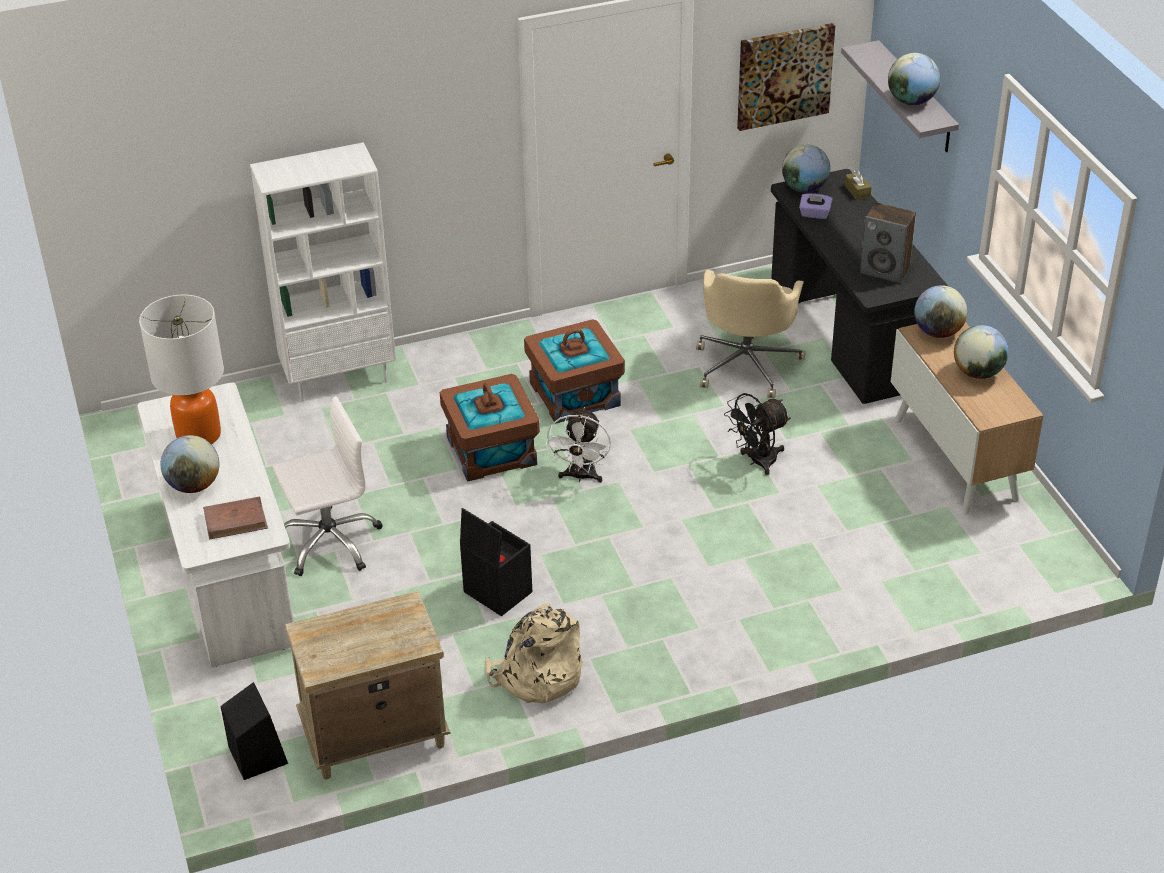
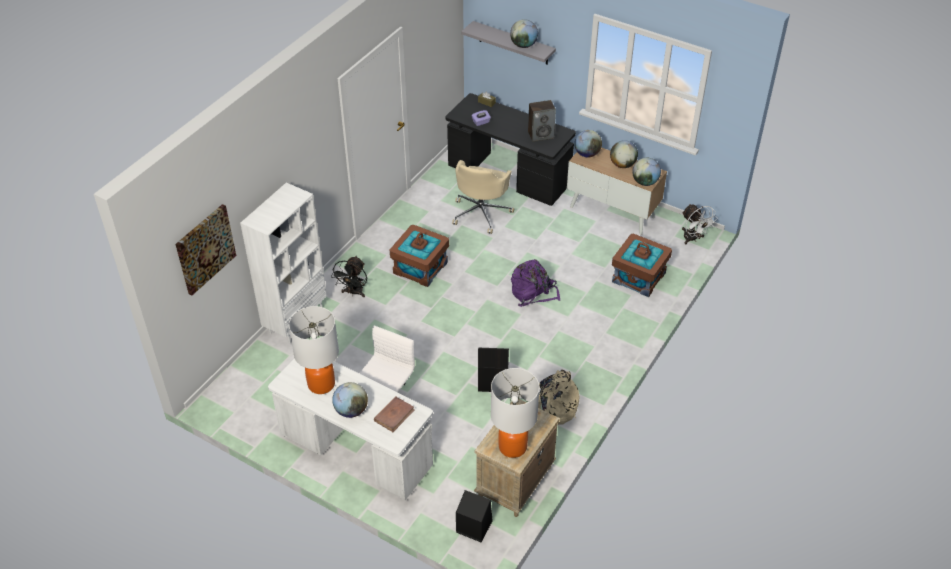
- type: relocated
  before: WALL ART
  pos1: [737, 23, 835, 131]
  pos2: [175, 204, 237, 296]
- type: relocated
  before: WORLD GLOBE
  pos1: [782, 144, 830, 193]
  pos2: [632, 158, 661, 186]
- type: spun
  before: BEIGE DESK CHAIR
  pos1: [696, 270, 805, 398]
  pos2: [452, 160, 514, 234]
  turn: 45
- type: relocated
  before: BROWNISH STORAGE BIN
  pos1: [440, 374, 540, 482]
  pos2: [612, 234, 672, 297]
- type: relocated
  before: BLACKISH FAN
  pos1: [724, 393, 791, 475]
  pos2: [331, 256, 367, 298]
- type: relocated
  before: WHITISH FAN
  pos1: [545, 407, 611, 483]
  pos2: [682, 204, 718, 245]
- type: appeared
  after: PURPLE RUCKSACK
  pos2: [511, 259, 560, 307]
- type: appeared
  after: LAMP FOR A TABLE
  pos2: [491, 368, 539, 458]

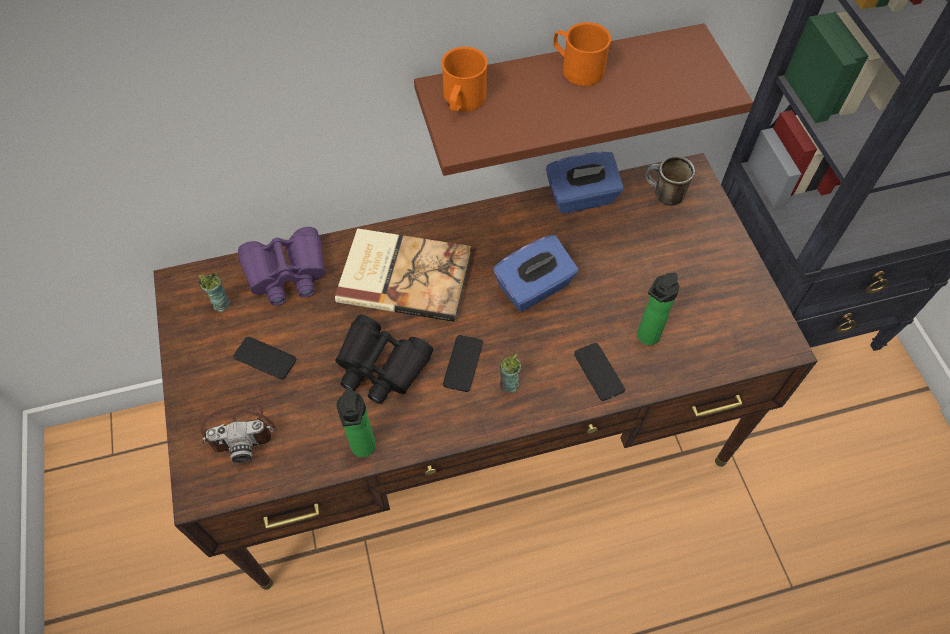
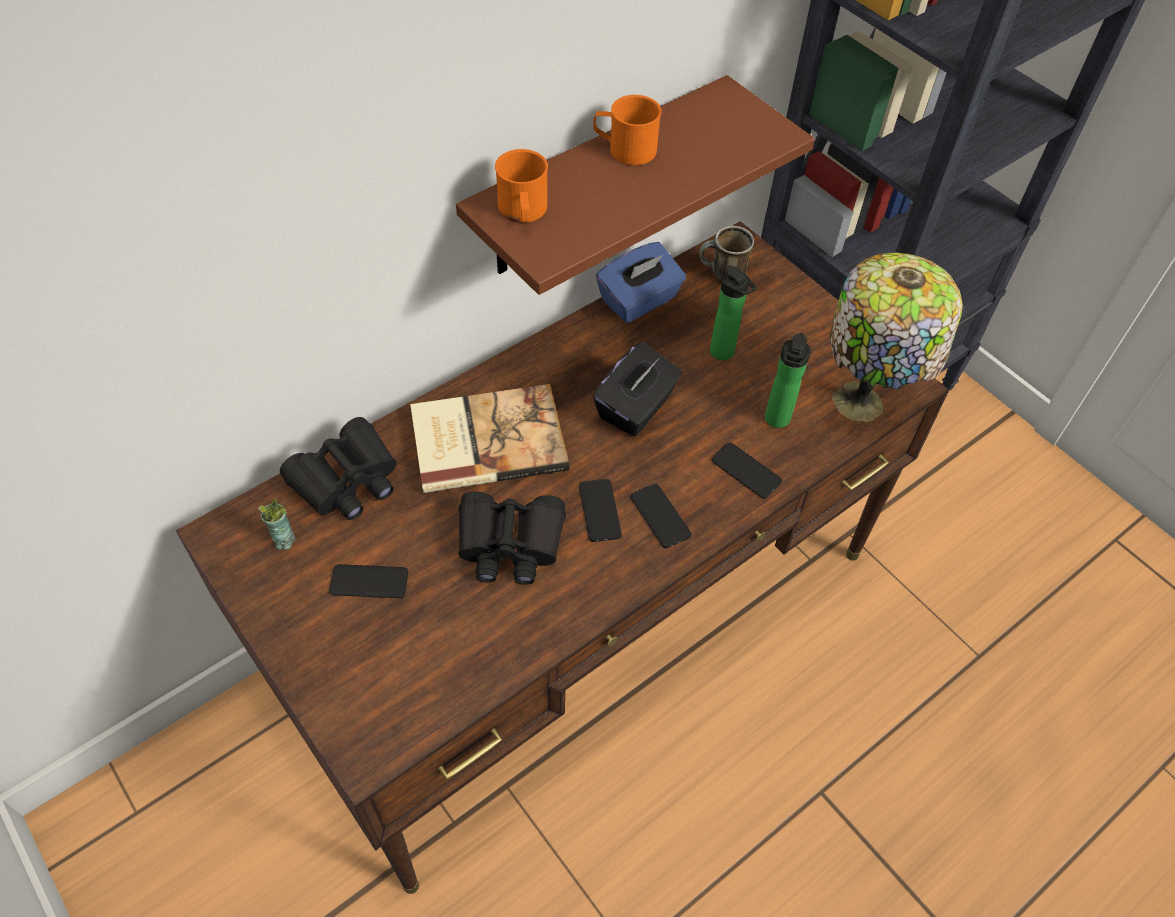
- type: colour
  before: PURPLE FIELD GLASSES
  after: BLACKISH FIELD GLASSES
  pos1: [238, 227, 325, 306]
  pos2: [280, 417, 397, 520]
- type: colour
  before: BLUISH TISSUE HOLDER
  after: BLACKISH TISSUE HOLDER
  pos1: [493, 235, 578, 311]
  pos2: [593, 342, 682, 436]
- type: exchanged
  before: DRINKING CUP
  after: PHONE
  pos1: [500, 354, 521, 393]
  pos2: [631, 484, 691, 548]
- type: relocated
  before: BOTTLE
  pos1: [336, 388, 376, 457]
  pos2: [710, 266, 757, 360]
- type: missing
  before: PHOTO CAMERA
  pos1: [200, 402, 277, 463]
- type: appeared
  after: LAMP FOR A TABLE
  pos2: [830, 253, 963, 422]

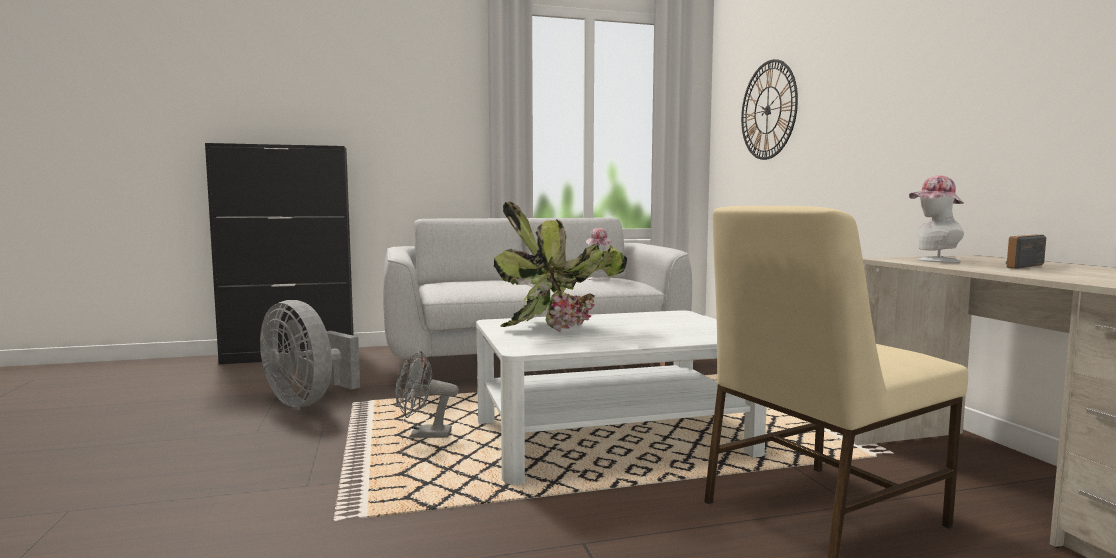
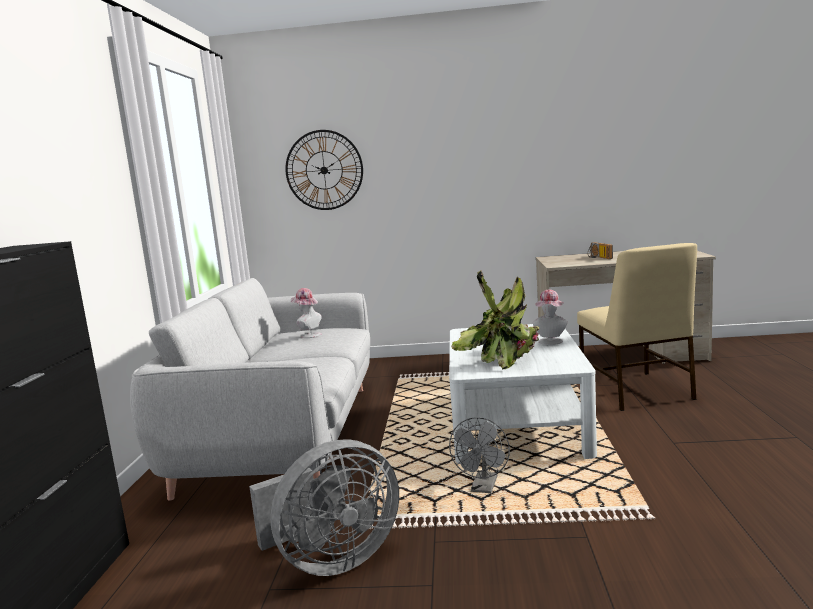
- type: relocated
  before: HAT
  pos1: [909, 176, 964, 263]
  pos2: [533, 290, 568, 345]

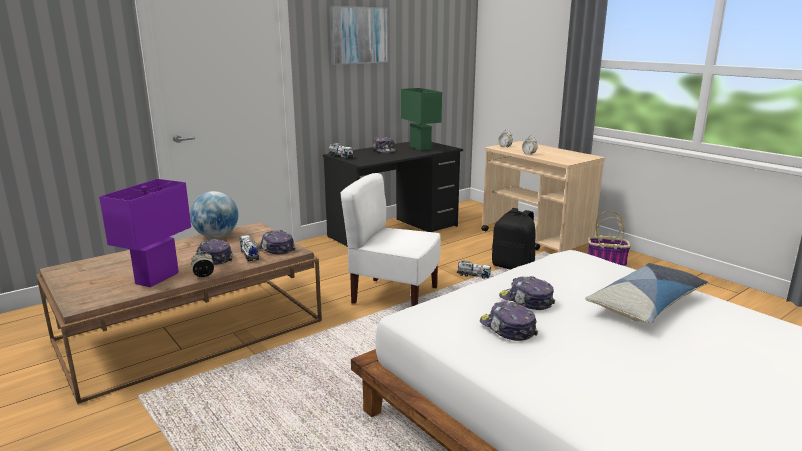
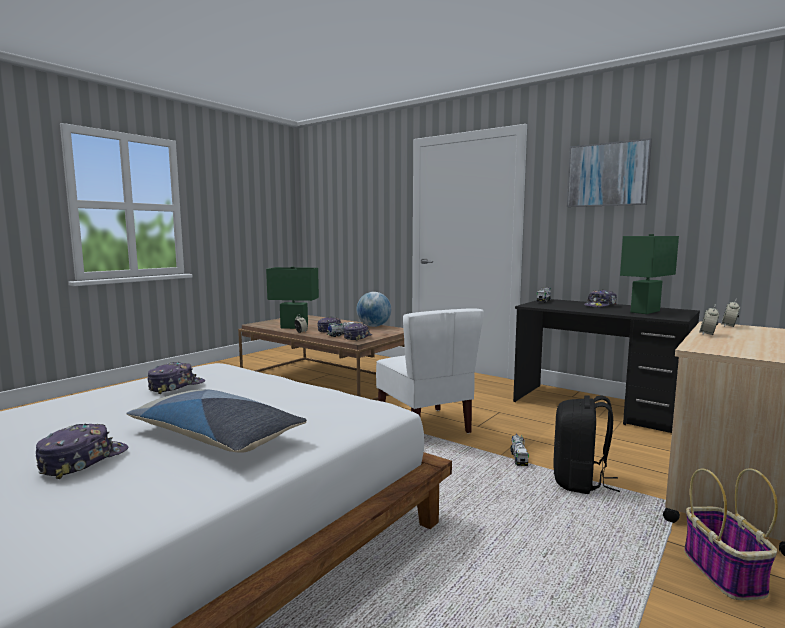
- type: spun
  before: WHITISH CHAIR
  pos1: [341, 173, 441, 306]
  pos2: [376, 308, 484, 434]
  turn: 150
- type: colour
  before: PURPLE LAMP FOR A TABLE
  after: GREENISH LAMP FOR A TABLE
  pos1: [99, 179, 191, 287]
  pos2: [266, 267, 319, 329]
- type: relocated
  before: CAP
  pos1: [499, 276, 555, 310]
  pos2: [36, 424, 128, 479]

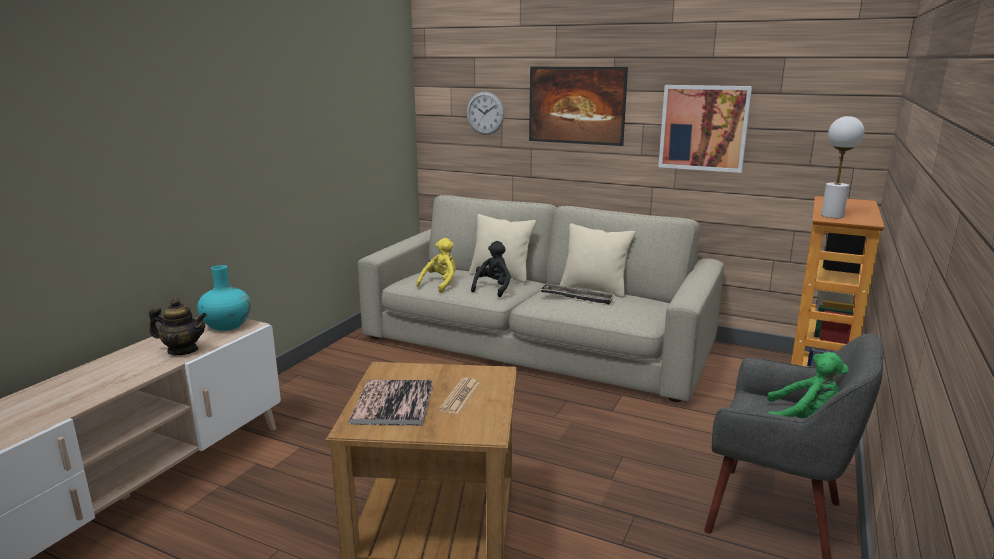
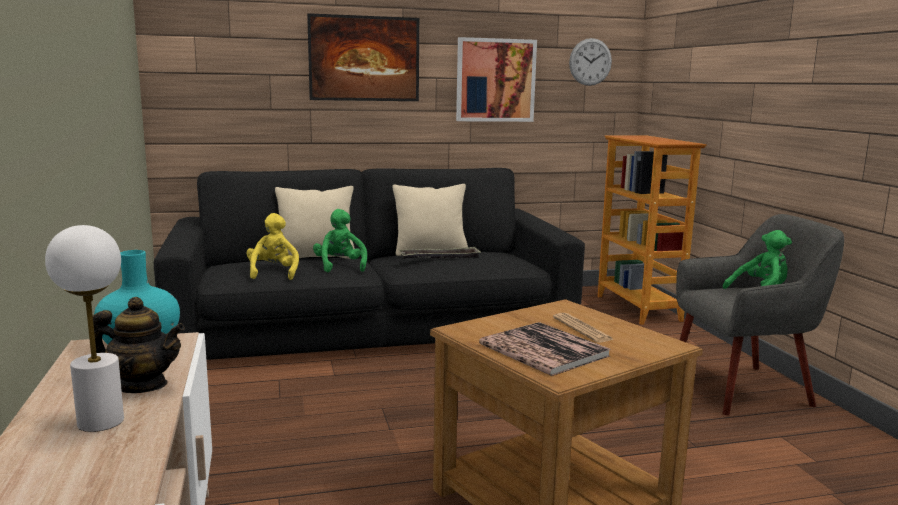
- type: relocated
  before: WALL CLOCK
  pos1: [466, 92, 504, 135]
  pos2: [569, 38, 612, 86]
- type: relocated
  before: WHITISH LAMP FOR A TABLE
  pos1: [821, 116, 864, 218]
  pos2: [45, 225, 124, 432]
- type: colour
  before: BEIGE SETTEE
  after: BLACKISH SETTEE
  pos1: [358, 195, 724, 402]
  pos2: [154, 168, 585, 360]
- type: colour
  before: BLACKISH PLUSH TOY
  after: GREENISH PLUSH TOY
  pos1: [471, 241, 511, 297]
  pos2: [313, 209, 367, 272]
- type: spun
  before: POT FOR TEA
  pos1: [149, 298, 207, 355]
  pos2: [93, 297, 185, 393]
  turn: 45

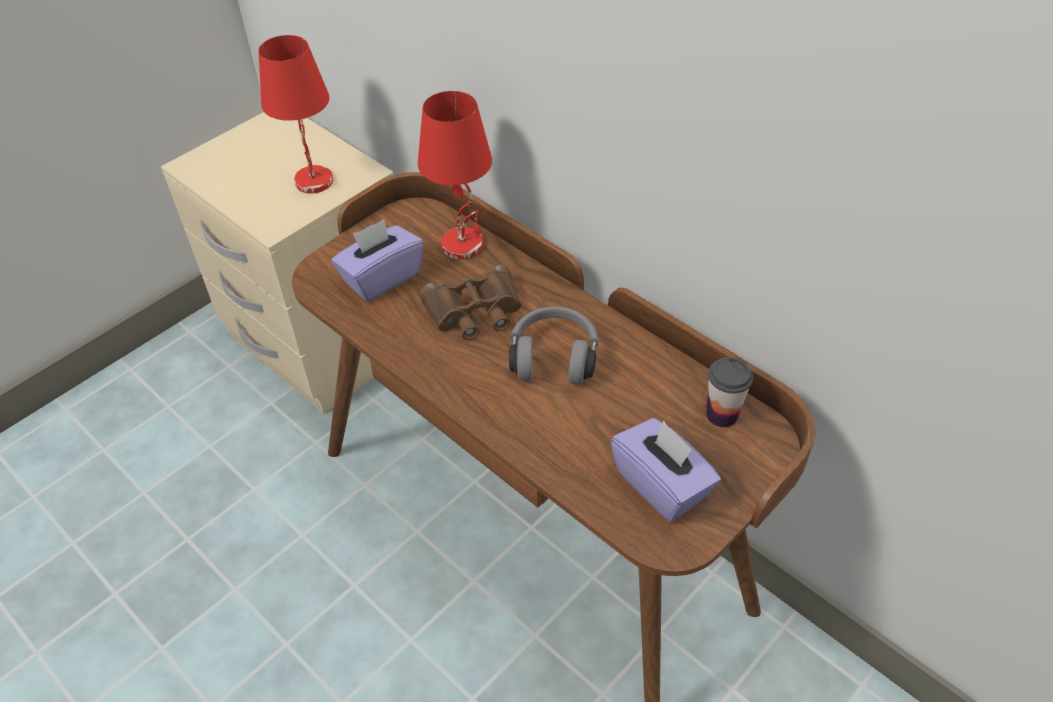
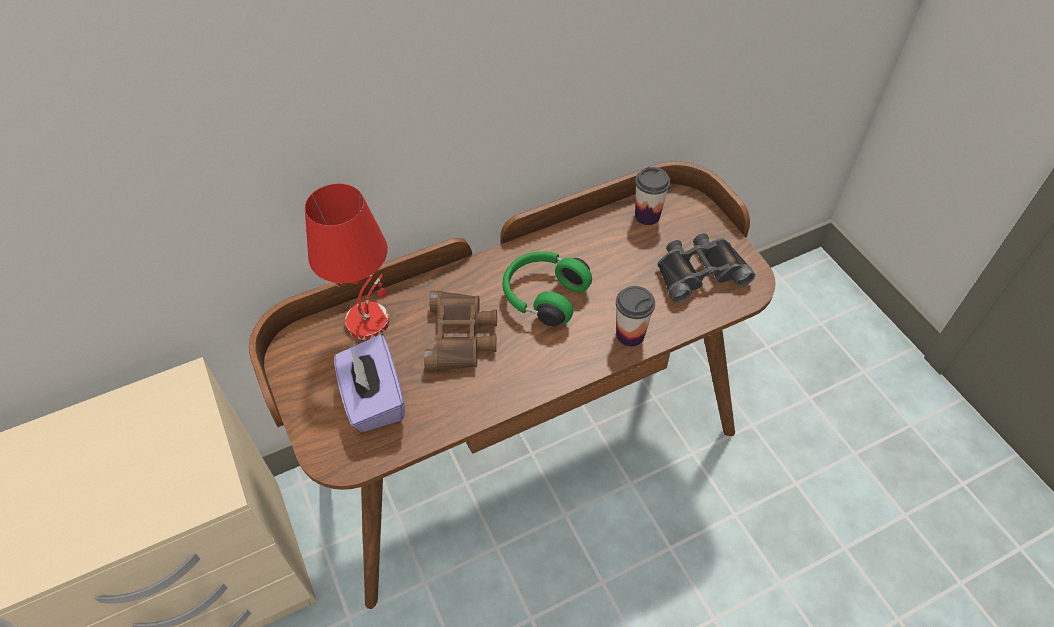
- type: missing
  before: RED LAMP FOR A TABLE
  pos1: [258, 35, 333, 194]
- type: colour
  before: GRAY HEADSET
  after: GREENISH HEADSET
  pos1: [509, 307, 599, 384]
  pos2: [502, 251, 592, 326]
- type: exchanged
  before: PURPLE TISSUE HOLDER
  after: BLACKISH FIELD GLASSES
  pos1: [611, 418, 721, 522]
  pos2: [657, 233, 755, 303]
- type: appeared
  after: DRINKING CUP
  pos2: [616, 286, 655, 347]

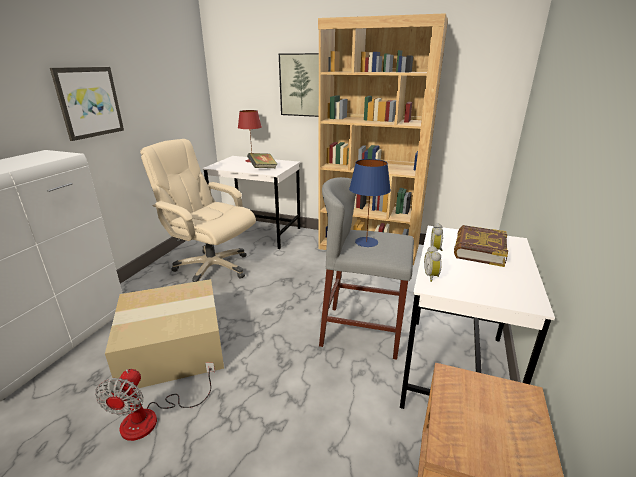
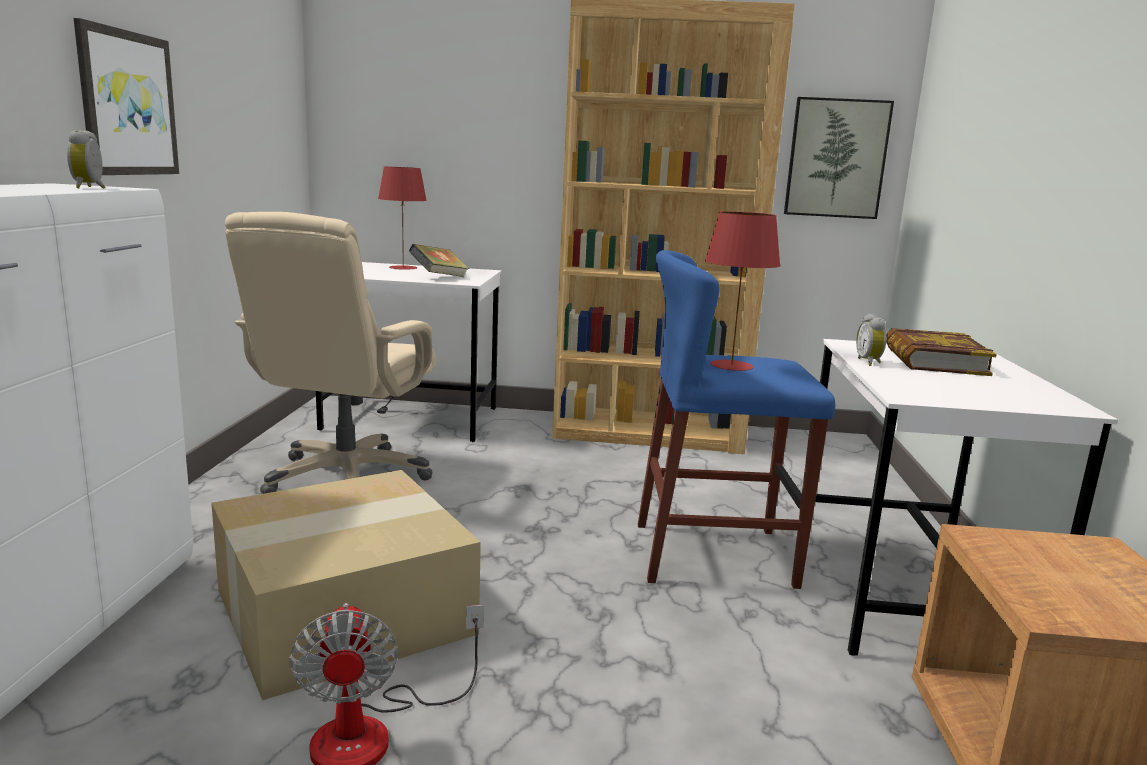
- type: relocated
  before: WALL ART
  pos1: [279, 53, 319, 117]
  pos2: [784, 97, 894, 219]
- type: spun
  before: BEIGE DESK CHAIR
  pos1: [140, 139, 256, 282]
  pos2: [225, 212, 436, 494]
  turn: -90
- type: colour
  before: BLUISH LAMP FOR A TABLE
  after: RED LAMP FOR A TABLE
  pos1: [349, 159, 391, 247]
  pos2: [705, 211, 781, 371]
- type: colour
  before: GRAY STOOL SEAT
  after: BLUISH STOOL SEAT
  pos1: [319, 177, 414, 360]
  pos2: [638, 250, 835, 589]
- type: relocated
  before: ALARM CLOCK
  pos1: [424, 246, 442, 282]
  pos2: [67, 130, 105, 189]

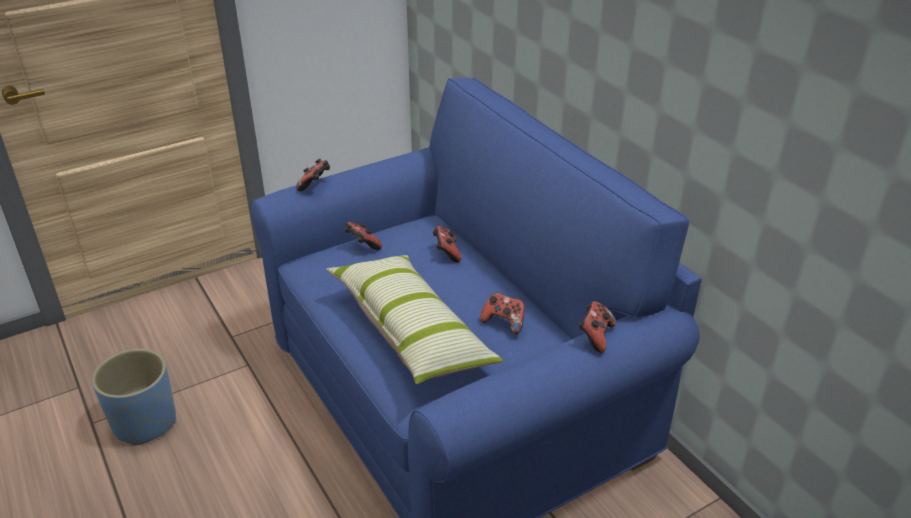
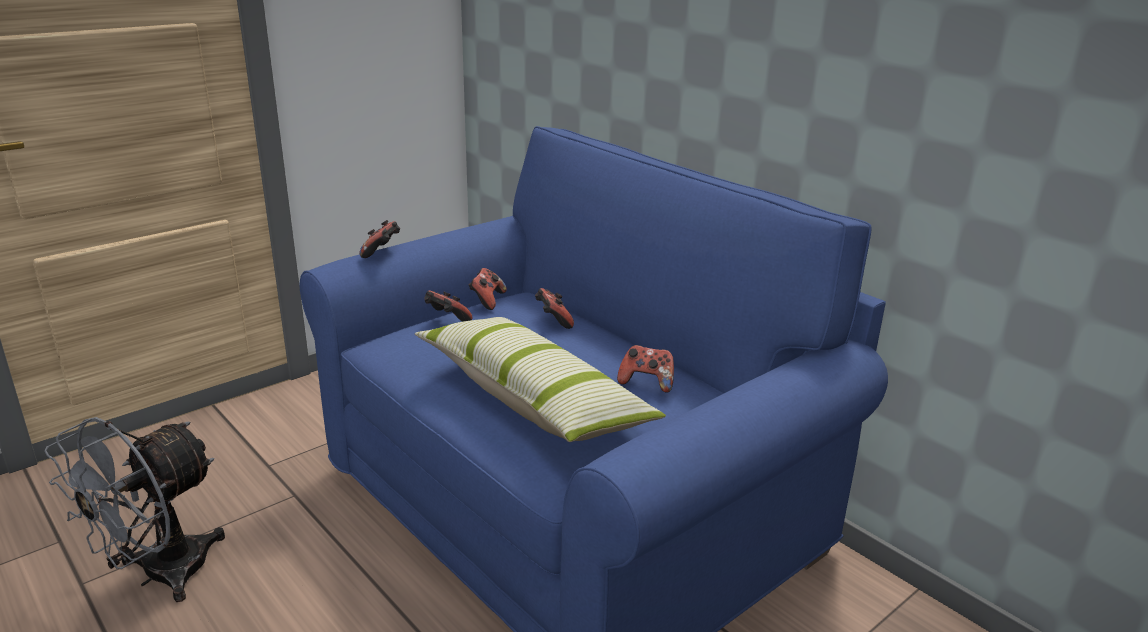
- type: relocated
  before: GAMEPAD
  pos1: [579, 301, 616, 353]
  pos2: [469, 268, 507, 310]
- type: exchanged
  before: BLUISH PLANTER
  after: GRAY FAN
  pos1: [92, 348, 176, 446]
  pos2: [44, 417, 225, 602]

